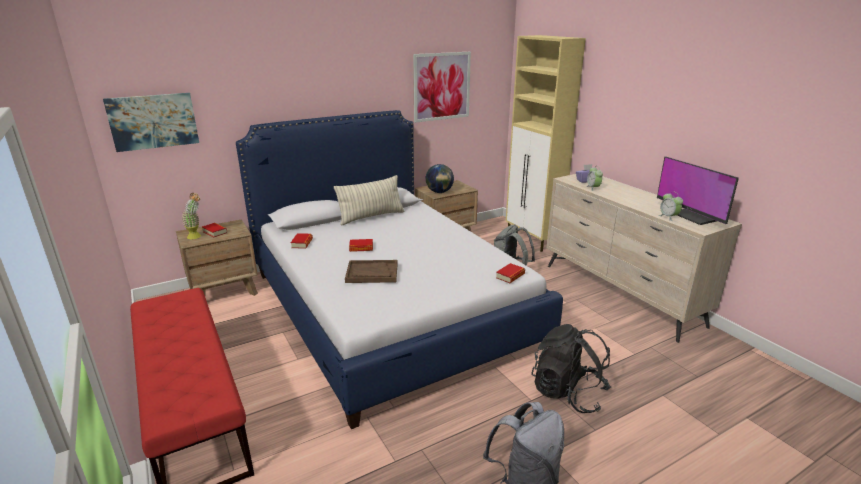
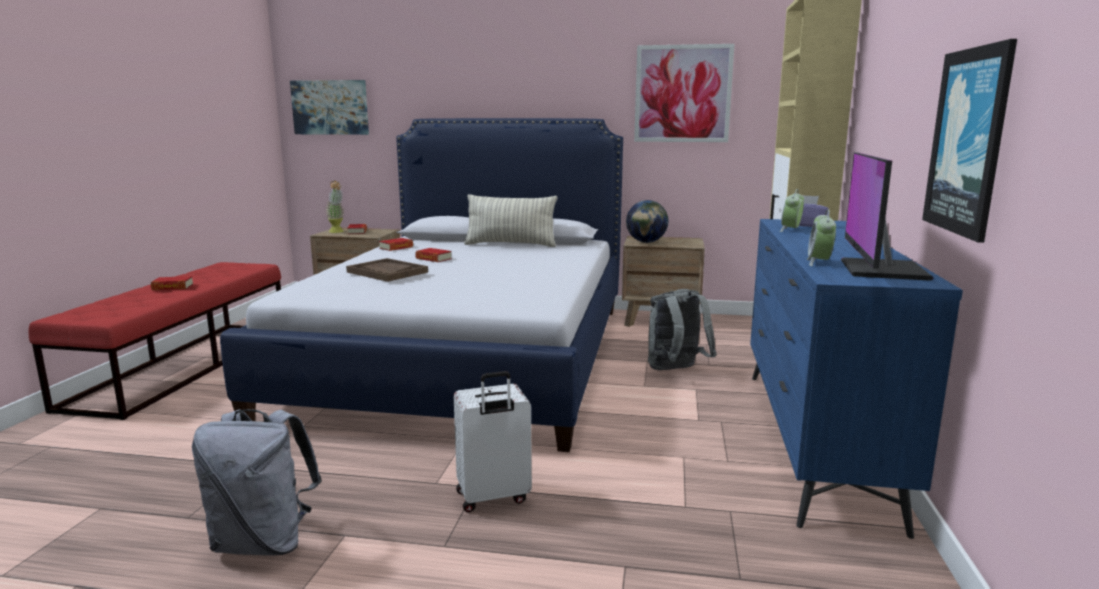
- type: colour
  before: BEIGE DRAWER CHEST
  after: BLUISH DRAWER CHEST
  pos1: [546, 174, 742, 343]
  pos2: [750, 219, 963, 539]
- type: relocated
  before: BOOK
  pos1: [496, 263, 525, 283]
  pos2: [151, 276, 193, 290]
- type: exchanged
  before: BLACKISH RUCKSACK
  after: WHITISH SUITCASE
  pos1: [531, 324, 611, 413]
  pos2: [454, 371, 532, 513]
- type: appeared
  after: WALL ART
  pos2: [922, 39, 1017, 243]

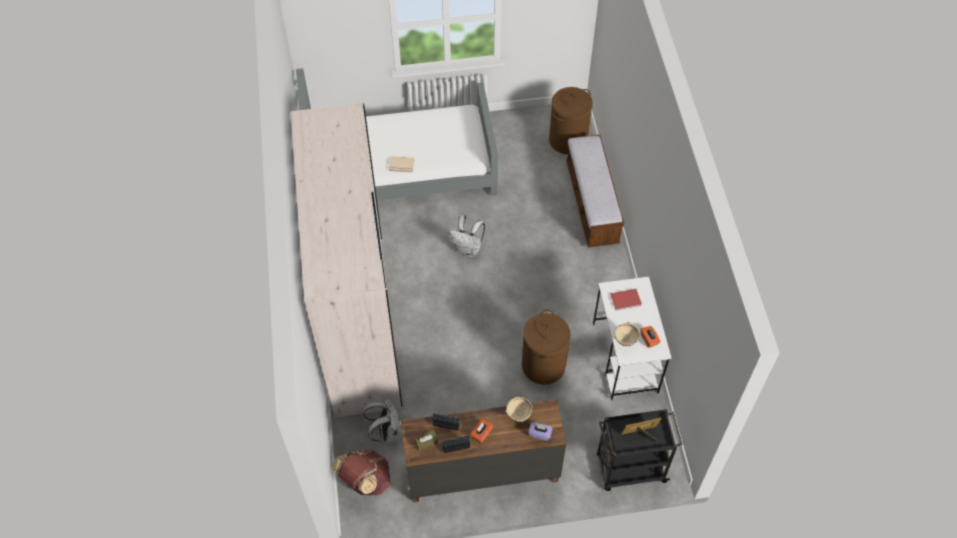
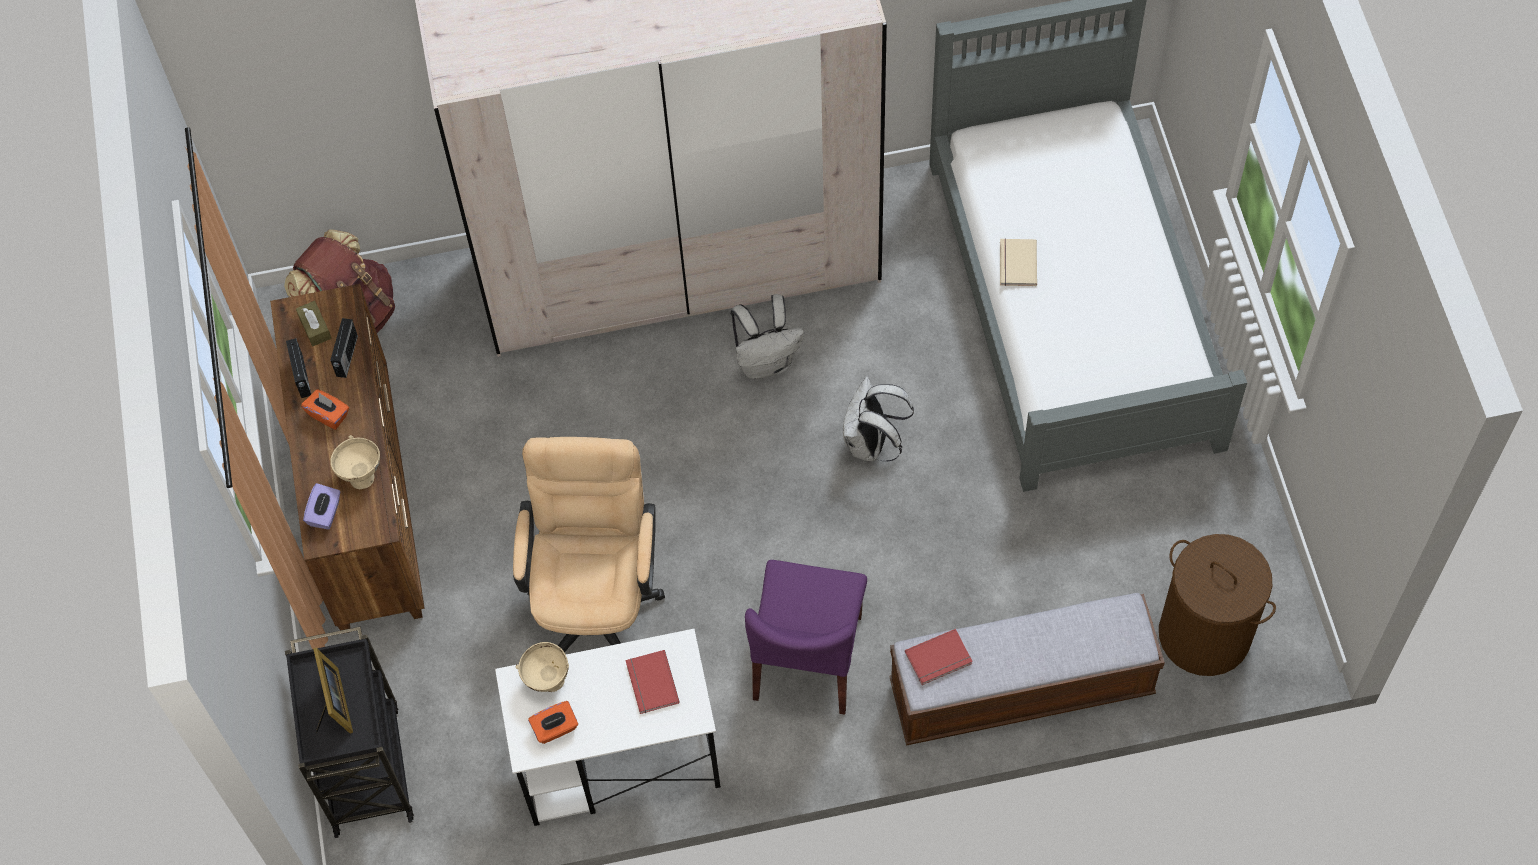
- type: exchanged
  before: BROWNISH HAMPER
  after: BEIGE DESK CHAIR
  pos1: [522, 310, 571, 384]
  pos2: [513, 437, 665, 653]
- type: relocated
  before: WHITISH RUCKSACK
  pos1: [363, 397, 400, 443]
  pos2: [730, 294, 804, 379]
- type: appeared
  after: PURPLE CHAIR
  pos2: [745, 560, 867, 715]
- type: appeared
  after: RED BOOK
  pos2: [905, 629, 973, 685]

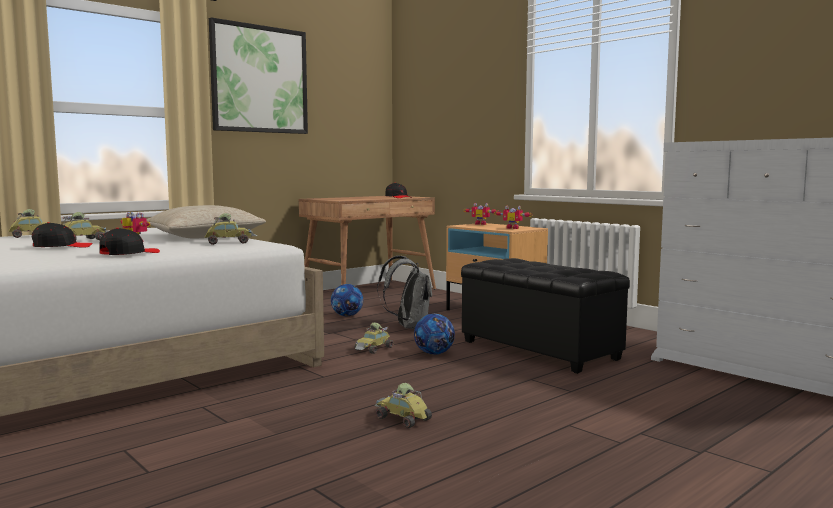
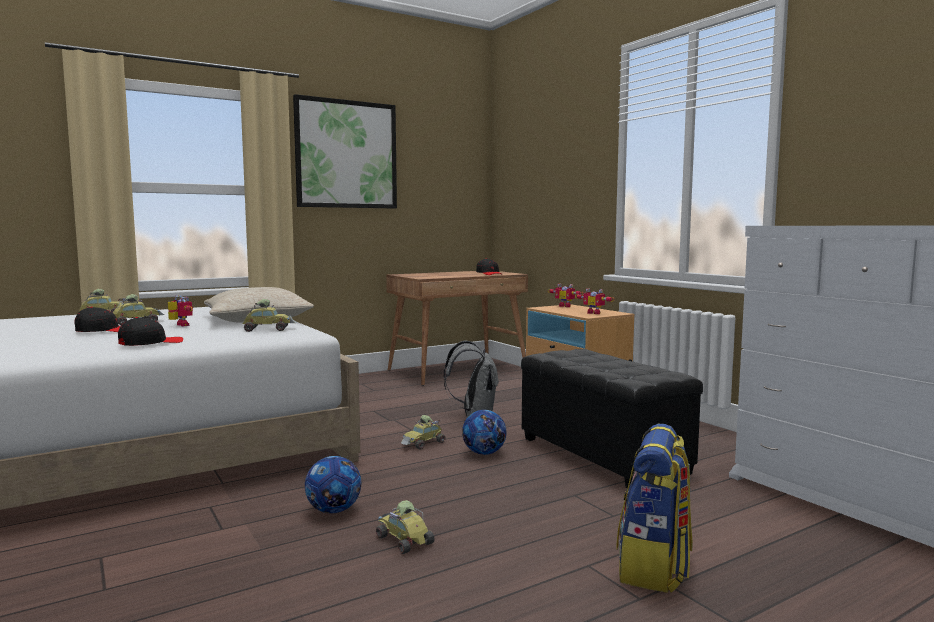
- type: relocated
  before: FOOTBALL
  pos1: [331, 284, 363, 316]
  pos2: [305, 456, 361, 514]
- type: appeared
  after: RUCKSACK
  pos2: [616, 424, 693, 593]

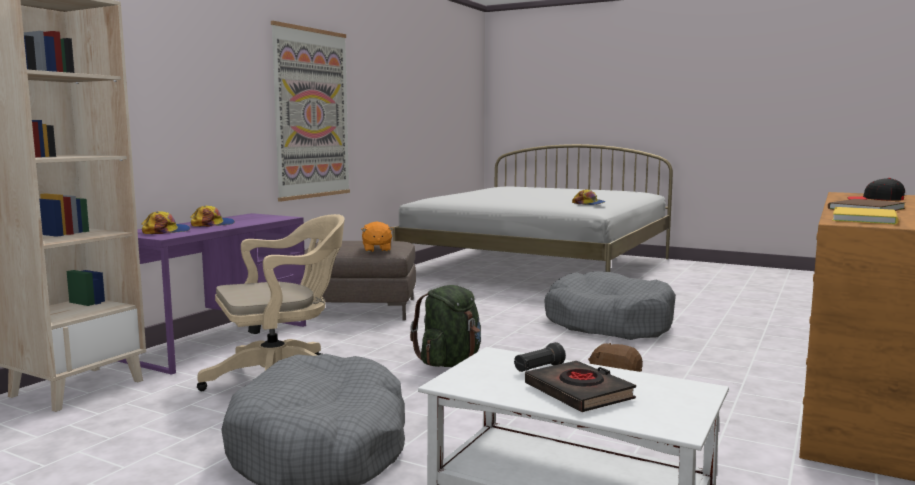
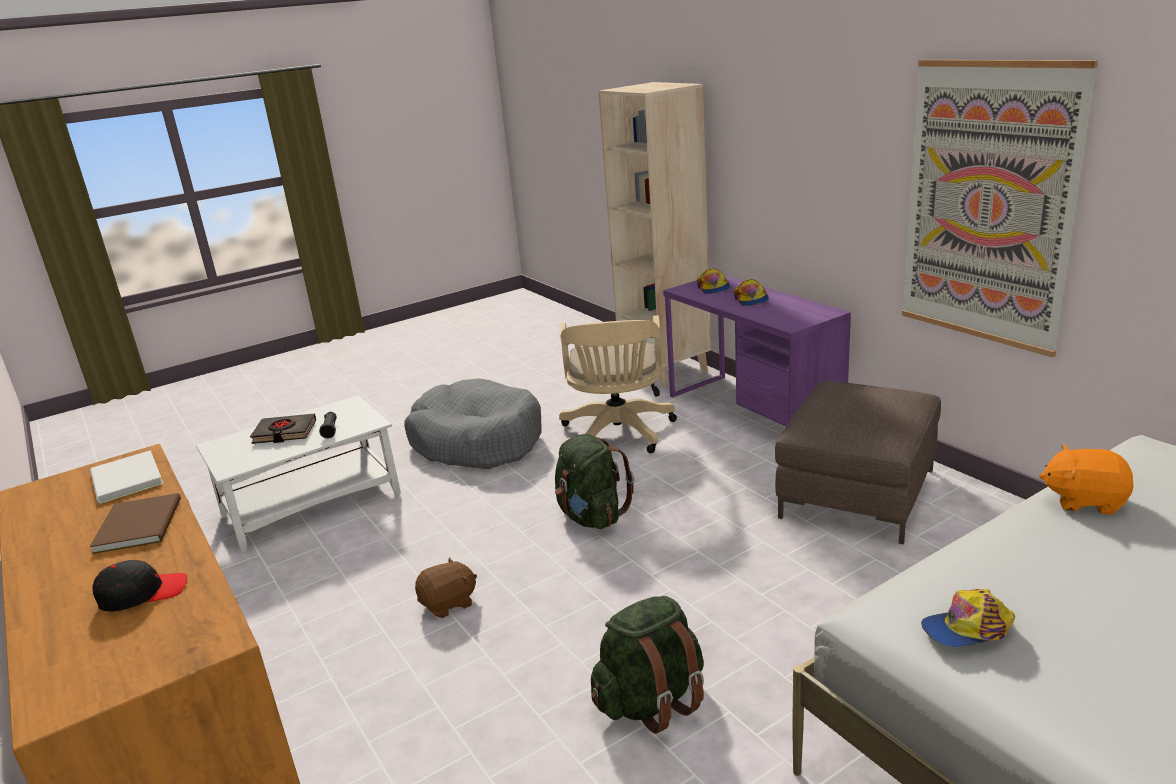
- type: colour
  before: YELLOW BOOK
  after: WHITISH BOOK
  pos1: [832, 207, 898, 224]
  pos2: [90, 450, 163, 503]
- type: relocated
  before: ORANGE PLUSH TOY
  pos1: [361, 221, 394, 252]
  pos2: [1039, 444, 1133, 515]
- type: exchanged
  before: GRAY DOG BED
  after: GREENISH RUCKSACK
  pos1: [544, 271, 676, 340]
  pos2: [591, 596, 704, 734]

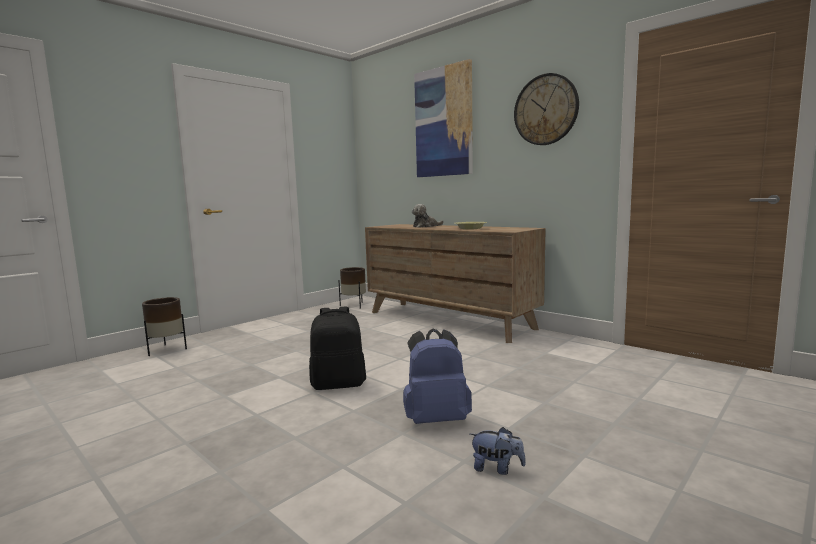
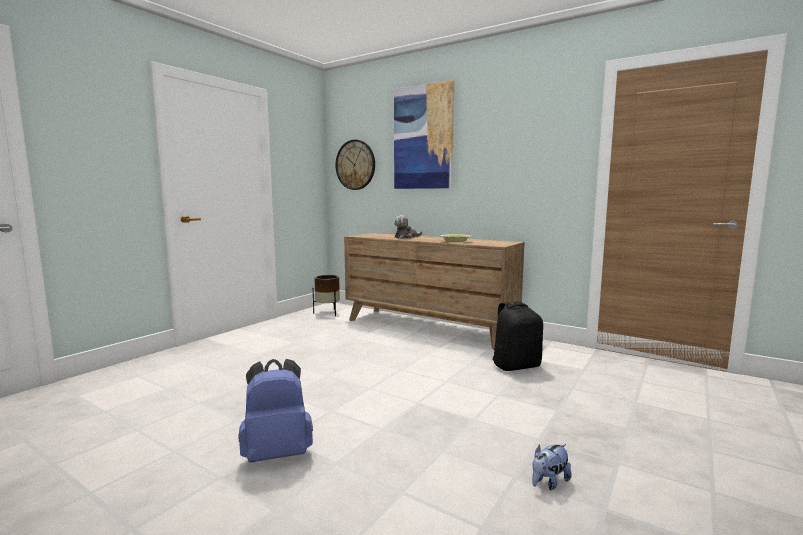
- type: relocated
  before: WALL CLOCK
  pos1: [514, 73, 579, 145]
  pos2: [335, 140, 375, 190]
- type: missing
  before: BROWNISH PLANTER
  pos1: [142, 297, 187, 356]
- type: relocated
  before: BLACKISH RUCKSACK
  pos1: [309, 307, 366, 390]
  pos2: [493, 301, 543, 371]
- type: relocated
  before: BLUISH RUCKSACK
  pos1: [403, 329, 472, 424]
  pos2: [239, 359, 313, 463]
- type: spun
  before: PLUSH TOY
  pos1: [470, 427, 526, 475]
  pos2: [532, 444, 572, 490]
  turn: 135

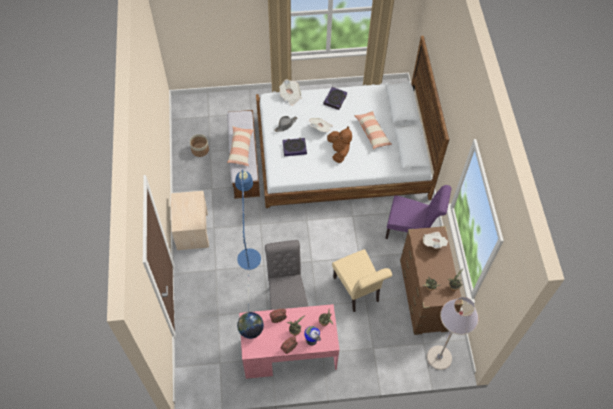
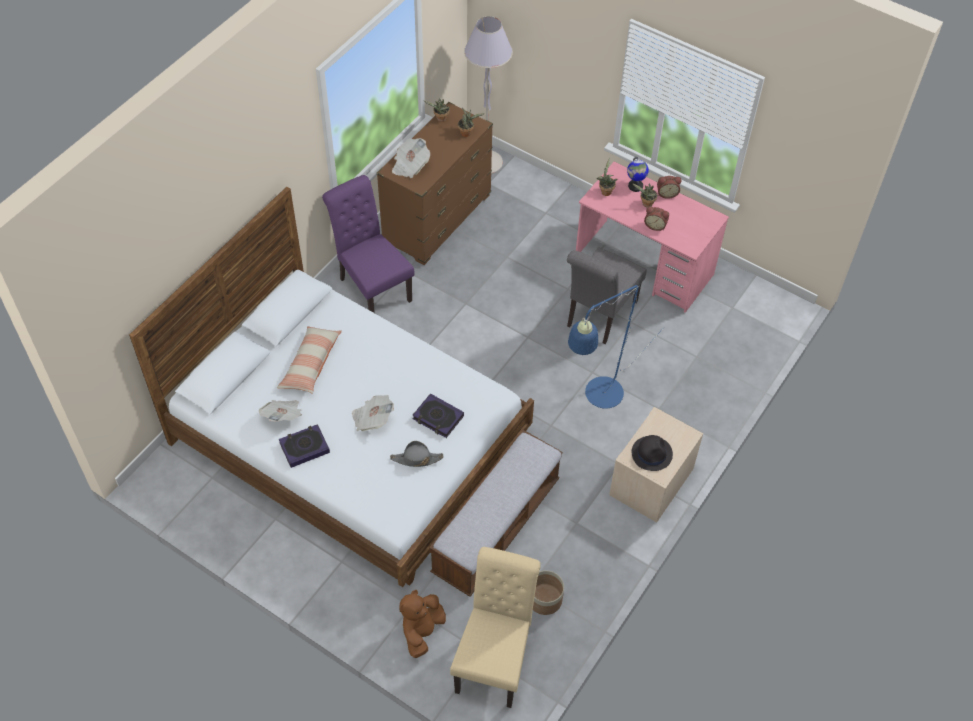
- type: relocated
  before: NEWSPAPER
  pos1: [279, 79, 302, 106]
  pos2: [259, 400, 302, 421]
- type: missing
  before: CUSHION
  pos1: [227, 126, 254, 166]
- type: relocated
  before: BROWNISH PLUSH TOY
  pos1: [327, 126, 352, 163]
  pos2: [399, 590, 446, 658]
- type: relocated
  before: BEIGE CHAIR
  pos1: [332, 249, 392, 312]
  pos2: [450, 547, 541, 708]
- type: missing
  before: WORLD GLOBE
  pos1: [237, 312, 264, 339]
- type: appeared
  after: BLACKISH HAT
  pos2: [632, 435, 673, 471]

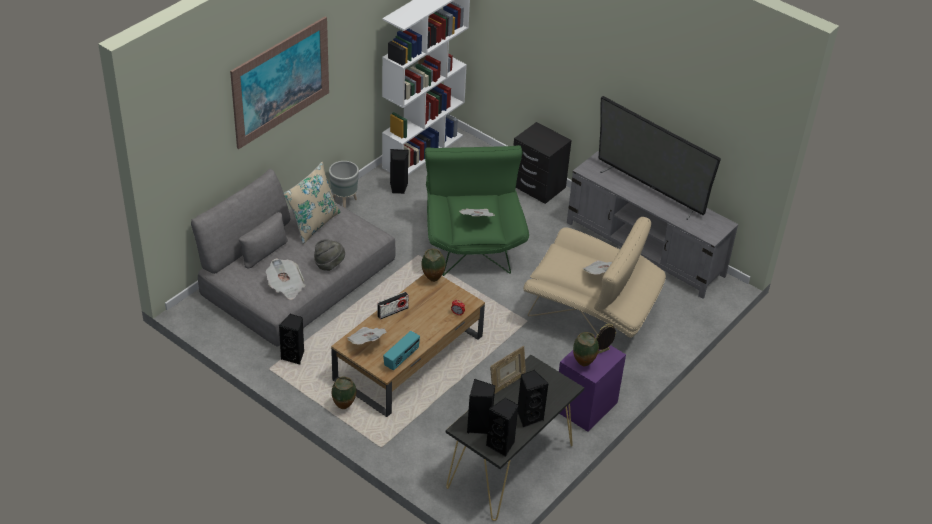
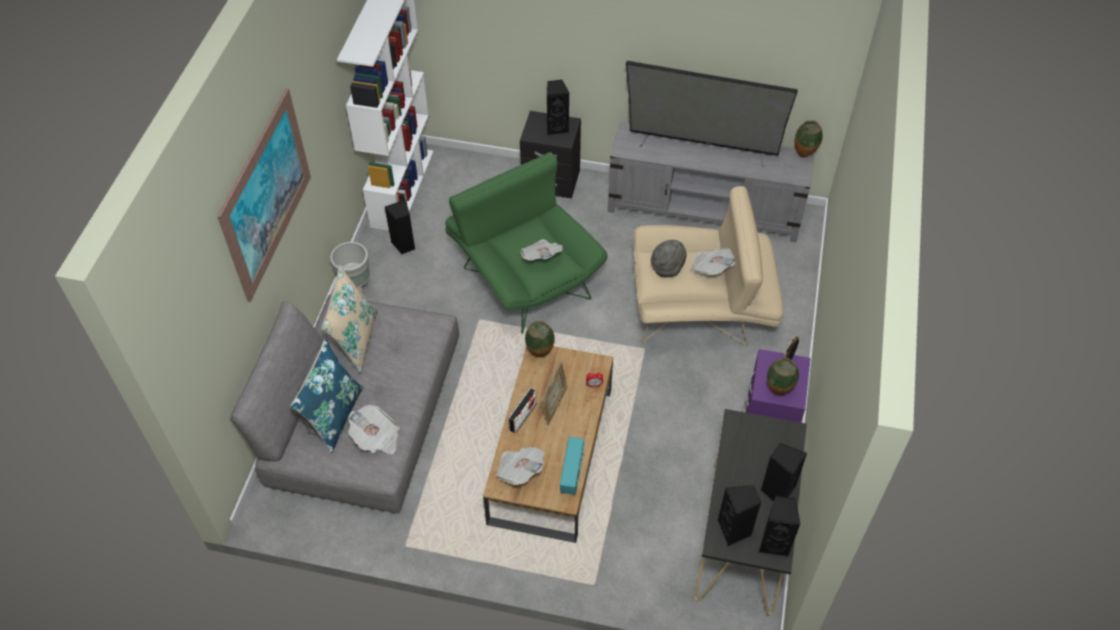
- type: relocated
  before: GRAY HAT
  pos1: [314, 239, 345, 271]
  pos2: [651, 240, 687, 278]
- type: relocated
  before: BLACKISH LOUDSPEAKER
  pos1: [279, 314, 304, 365]
  pos2: [547, 80, 569, 135]
- type: relocated
  before: STANDING FRAME
  pos1: [490, 346, 526, 394]
  pos2: [541, 361, 568, 426]
- type: relocated
  before: DECORATIVE VASE
  pos1: [332, 377, 356, 409]
  pos2: [794, 120, 823, 158]
- type: appeared
  after: BLUISH CUSHION
  pos2: [290, 339, 363, 454]

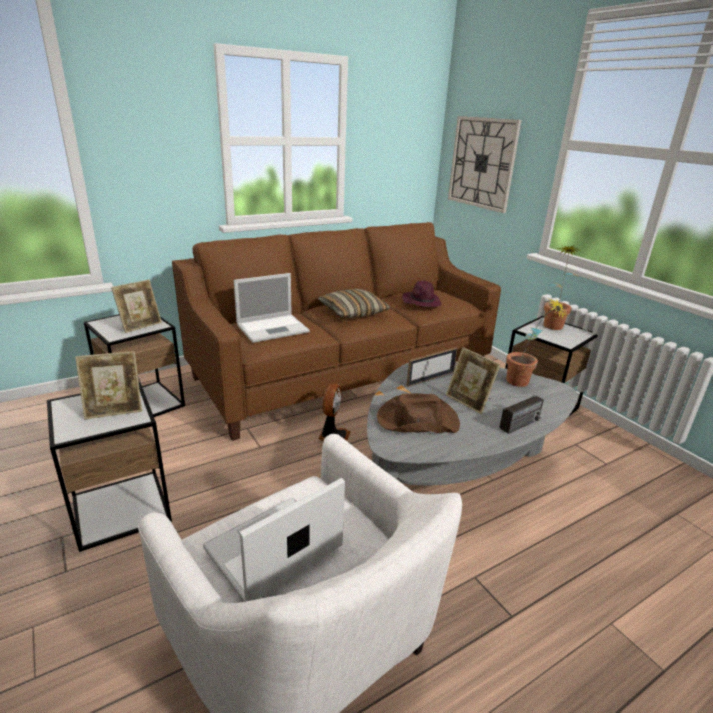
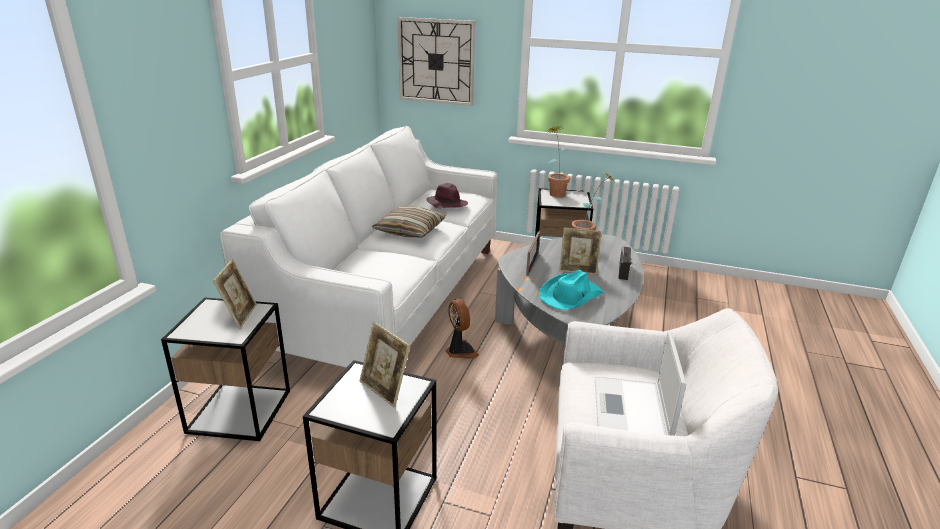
- type: colour
  before: BROWNISH SETTEE
  after: WHITISH SETTEE
  pos1: [172, 222, 501, 441]
  pos2: [220, 126, 497, 368]
- type: missing
  before: PORTABLE COMPUTER
  pos1: [234, 273, 310, 343]
- type: spun
  before: STANDING FRAME
  pos1: [75, 351, 142, 420]
  pos2: [360, 322, 411, 407]
  turn: 105
- type: colour
  before: BROWNISH HAT
  after: TURQUOISE HAT
  pos1: [377, 393, 460, 433]
  pos2: [539, 270, 604, 310]

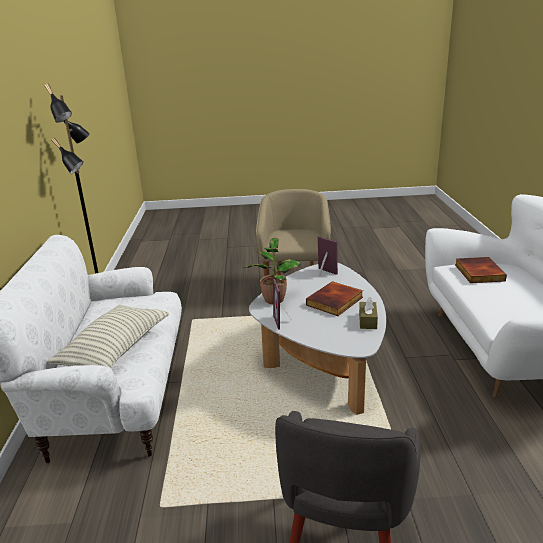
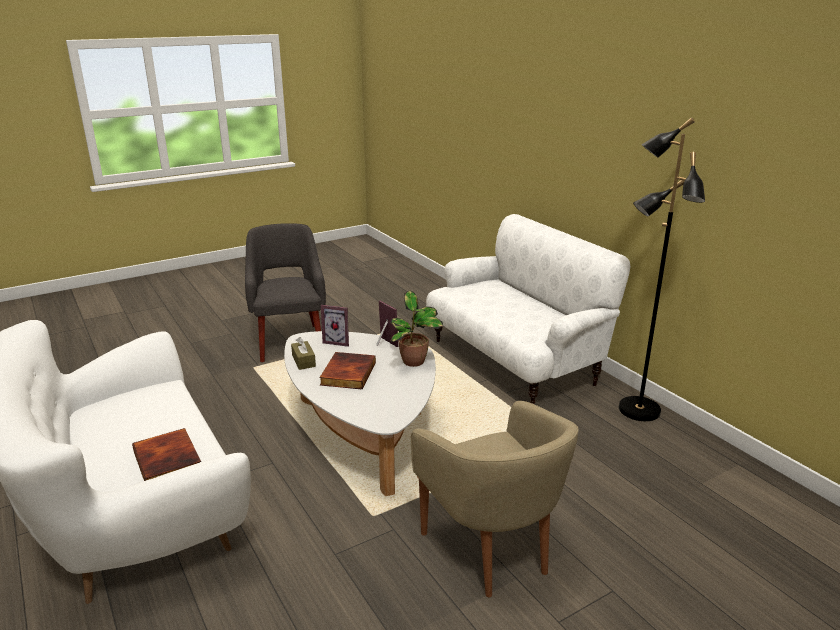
- type: relocated
  before: STANDING FRAME
  pos1: [318, 236, 338, 276]
  pos2: [321, 305, 349, 347]
- type: missing
  before: CUSHION
  pos1: [48, 304, 169, 369]

